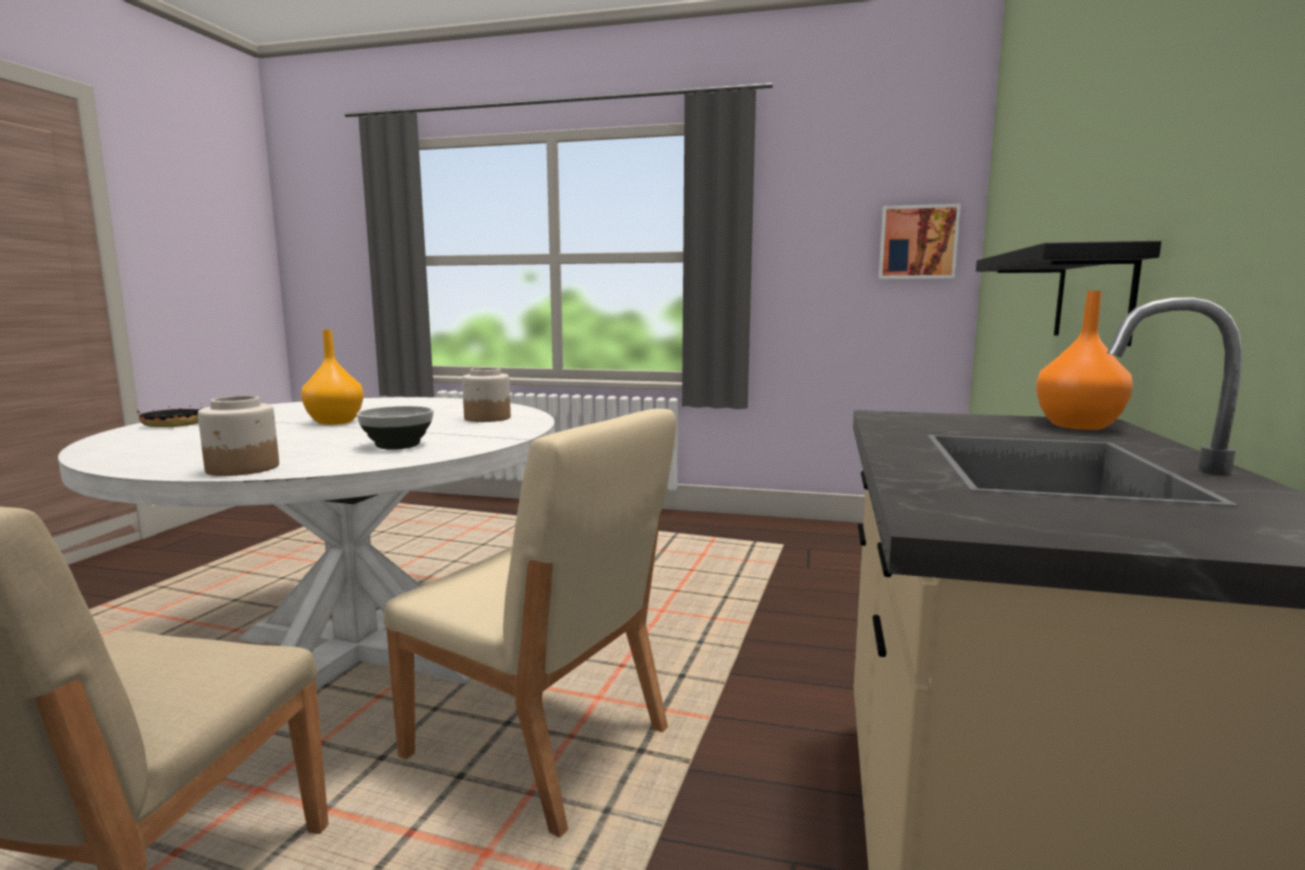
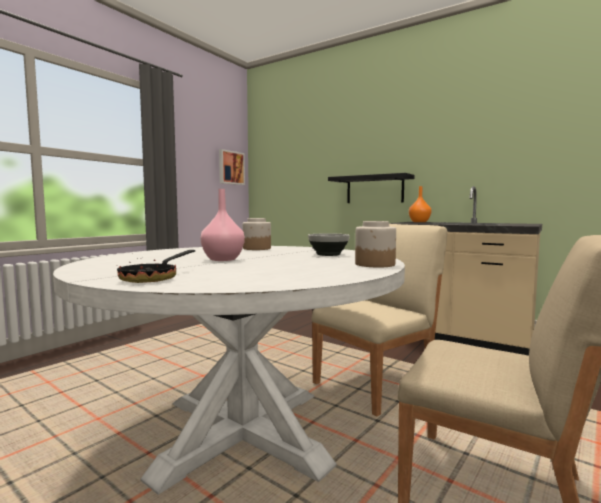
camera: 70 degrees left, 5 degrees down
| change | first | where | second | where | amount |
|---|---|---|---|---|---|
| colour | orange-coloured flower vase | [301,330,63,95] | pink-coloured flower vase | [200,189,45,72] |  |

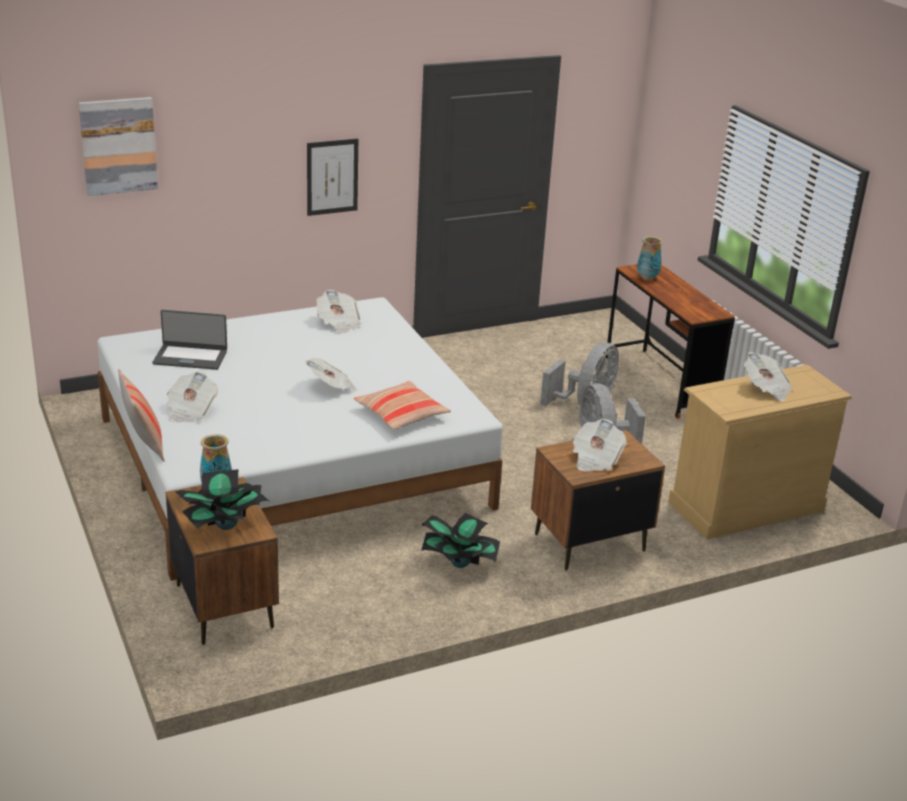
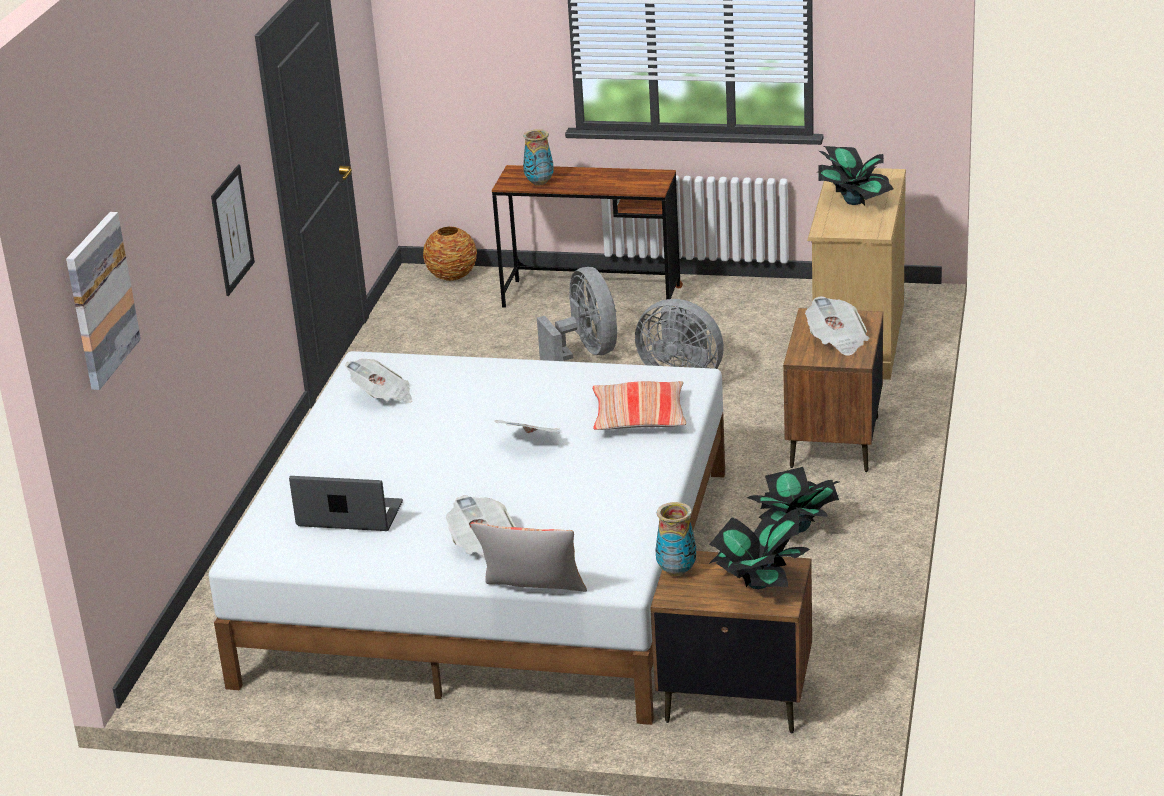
camera: 50 degrees left, 0 degrees up
| change | first | where | second | where | amount |
|---|---|---|---|---|---|
| appeared |  |  | flower vase | [423,226,54,55] |  |
| exchanged | newspaper | [744,352,49,50] | houseplant | [818,146,76,59] |  |
| spun | portable computer | [152,310,75,60] |  | [289,476,114,55] | 120 degrees counterclockwise |

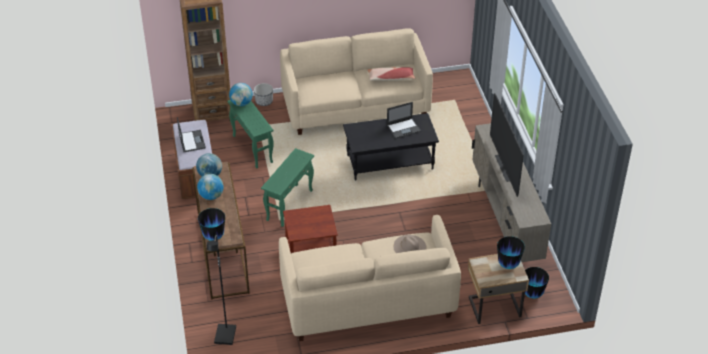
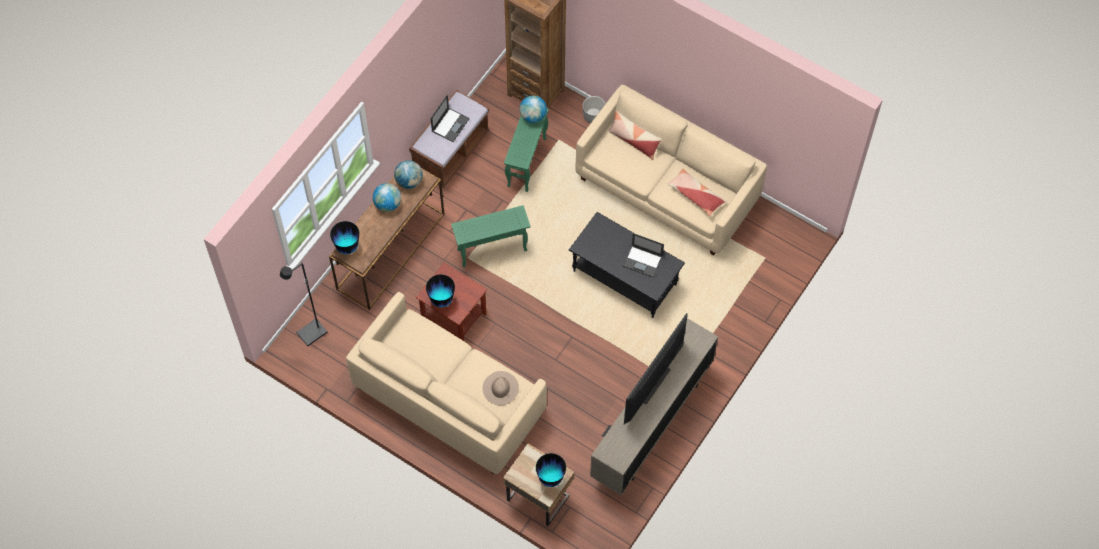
camera: 45 degrees right, 20 degrees up
| change | first | where | second | where | amount |
|---|---|---|---|---|---|
| appeared |  |  | throw pillow | [609,111,53,49] |  |
| relocated | flower vase | [525,267,24,32] |  | [426,274,29,33] |  |

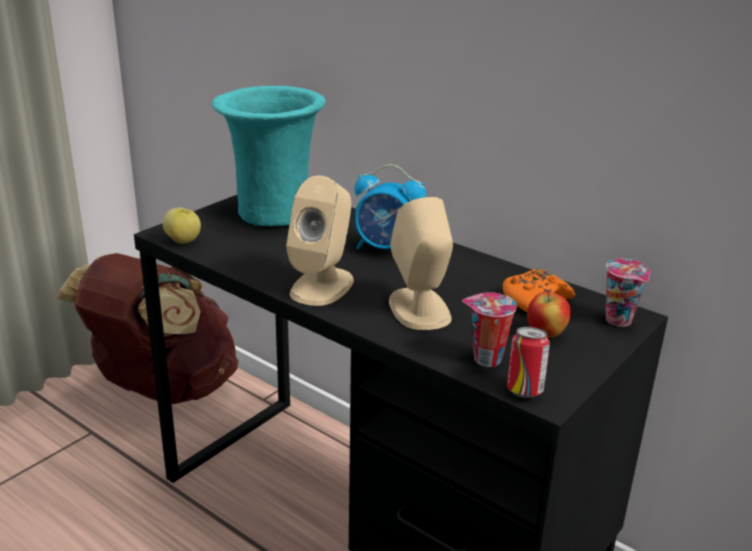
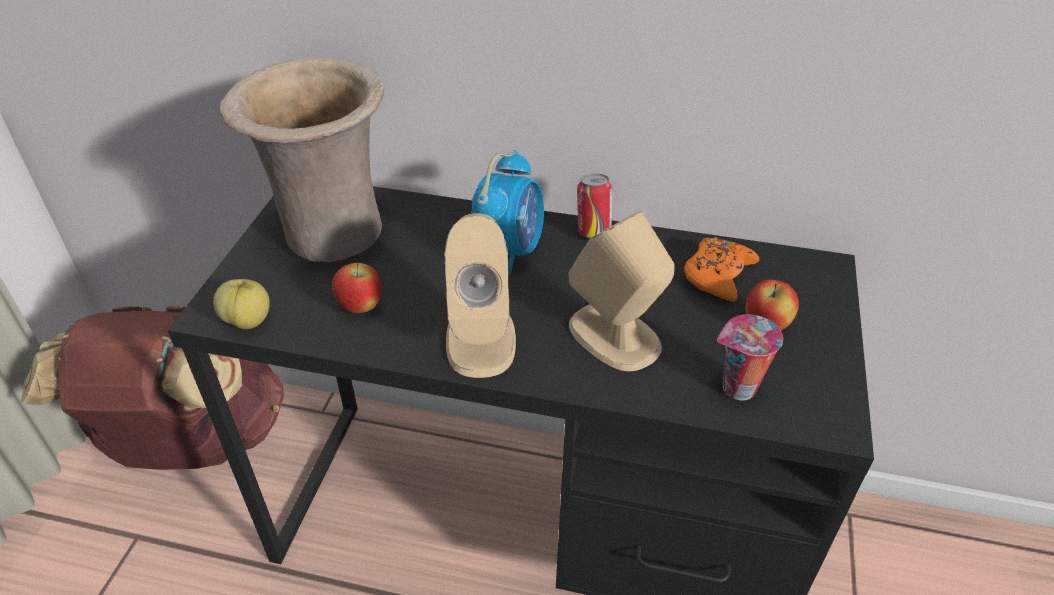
camera: 25 degrees left, 15 degrees up
| change | first | where | second | where | amount |
|---|---|---|---|---|---|
| missing | drinking cup | [606,259,45,68] |  |  |  |
| appeared |  |  | whole apple | [332,262,50,51] |  |
| relocated | metal can | [507,327,43,71] |  | [577,173,35,66] |  |
| colour | blue-green flower vase | [211,86,115,140] | beige flower vase | [220,58,164,205] |  |
| spun | alarm clock | [355,164,71,86] |  | [471,150,73,125] | 60 degrees counterclockwise |

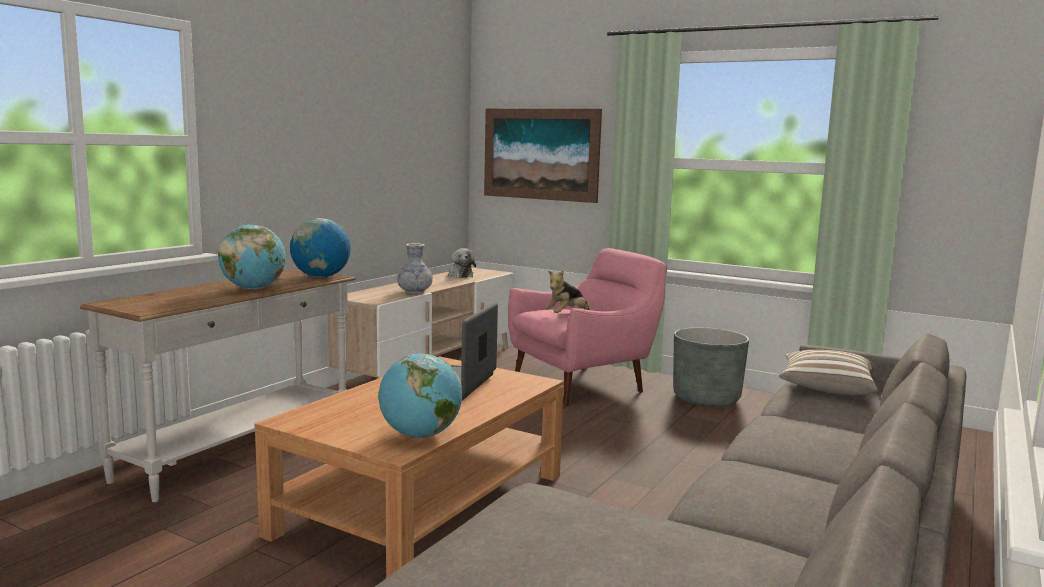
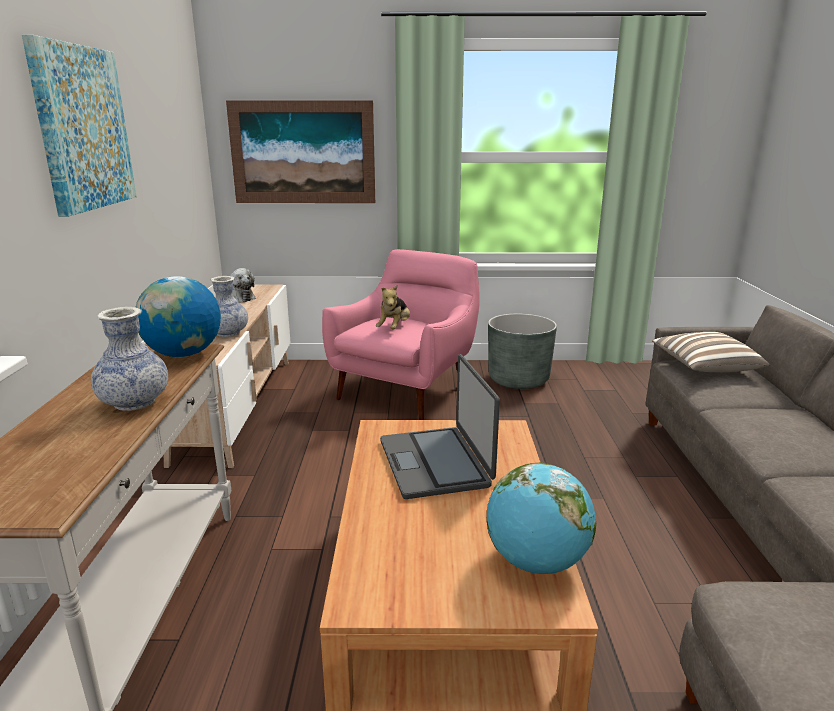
camera: 30 degrees left, 10 degrees up
| change | first | where | second | where | amount |
|---|---|---|---|---|---|
| appeared |  |  | picture | [22,35,115,182] |  |
| exchanged | world globe | [218,225,68,64] | flower vase | [91,307,77,104] |  |

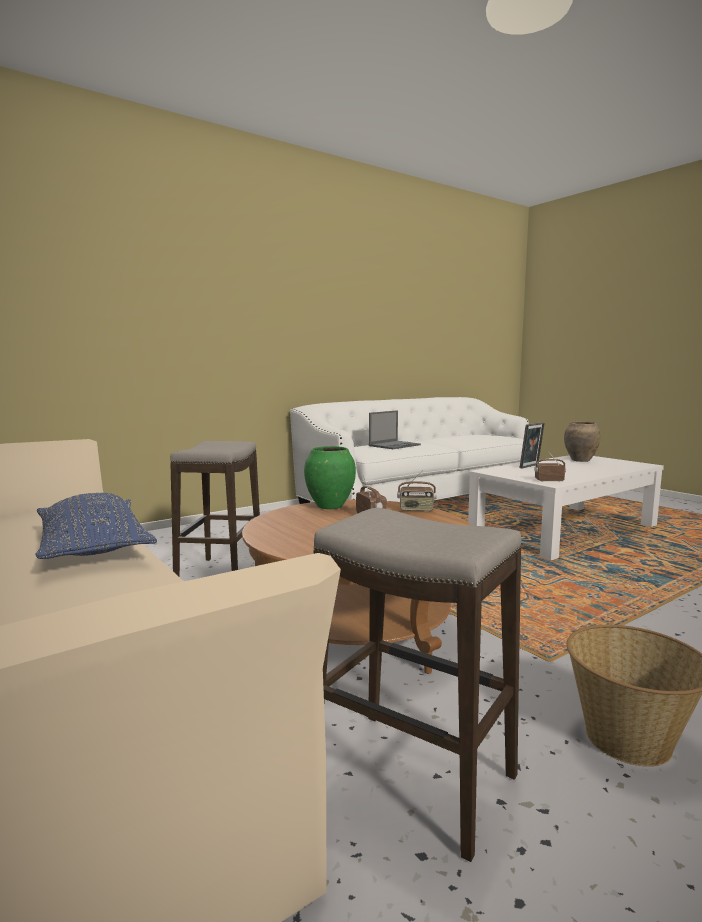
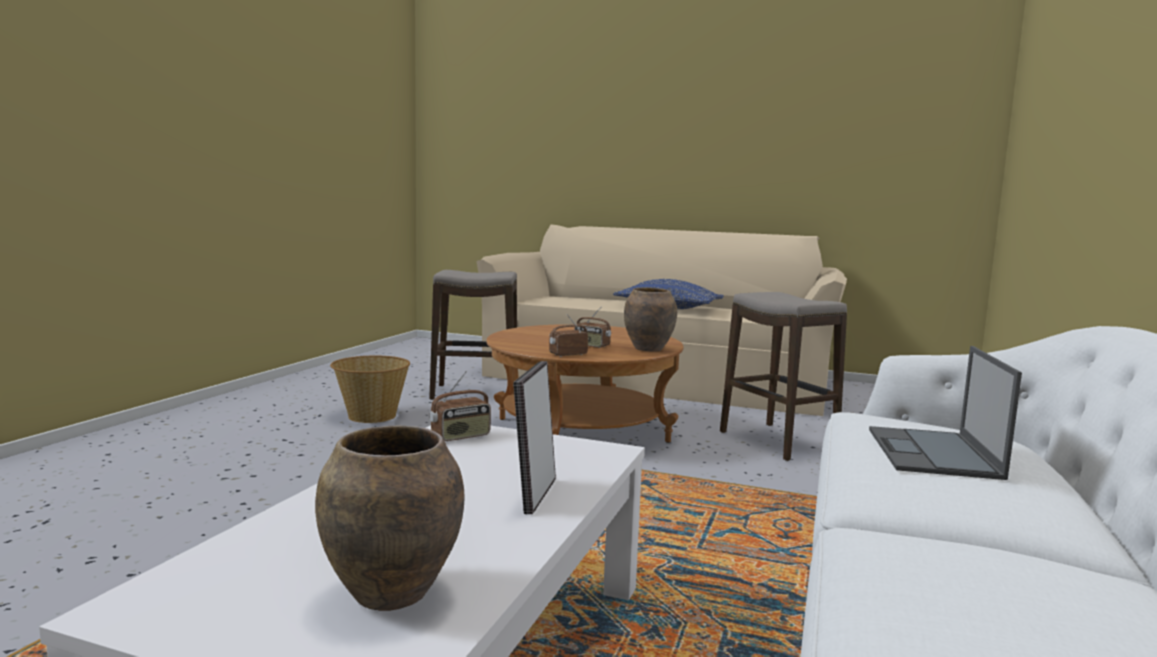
camera: 145 degrees right, 0 degrees up
| change | first | where | second | where | amount |
|---|---|---|---|---|---|
| colour | greenish flower vase | [304,446,52,63] | brownish flower vase | [624,287,53,65] |  |

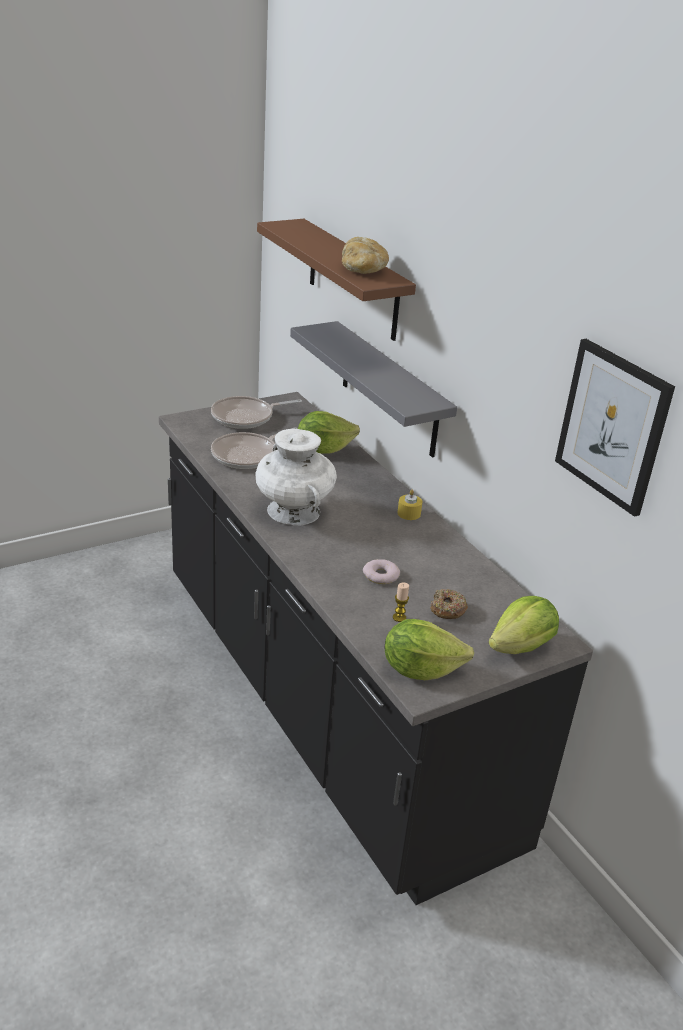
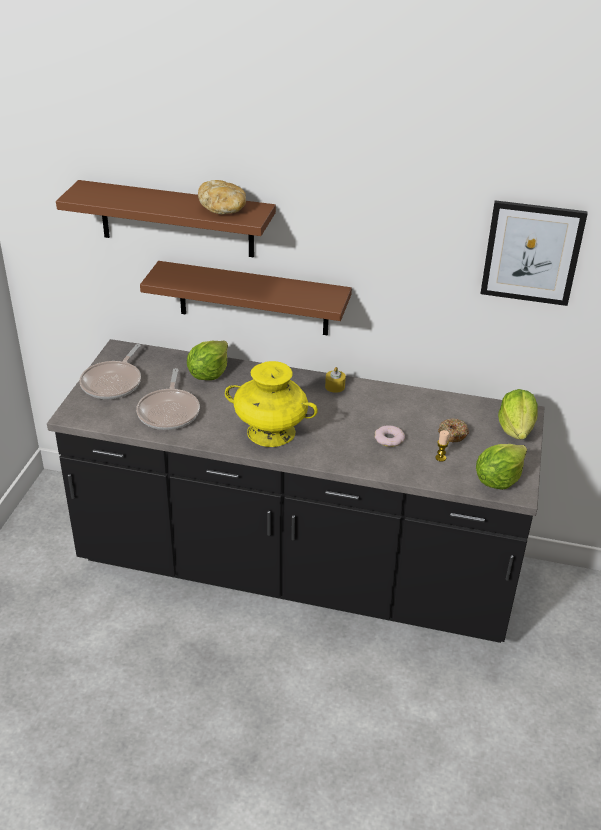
camera: 45 degrees left, 5 degrees up
| change | first | where | second | where | amount |
|---|---|---|---|---|---|
| colour | white-coloured flower vase | [255,429,82,97] | yellow-coloured flower vase | [225,361,93,86] |  |
| colour | greyish shelf | [290,321,167,137] | brownish shelf | [140,261,212,74] |  |

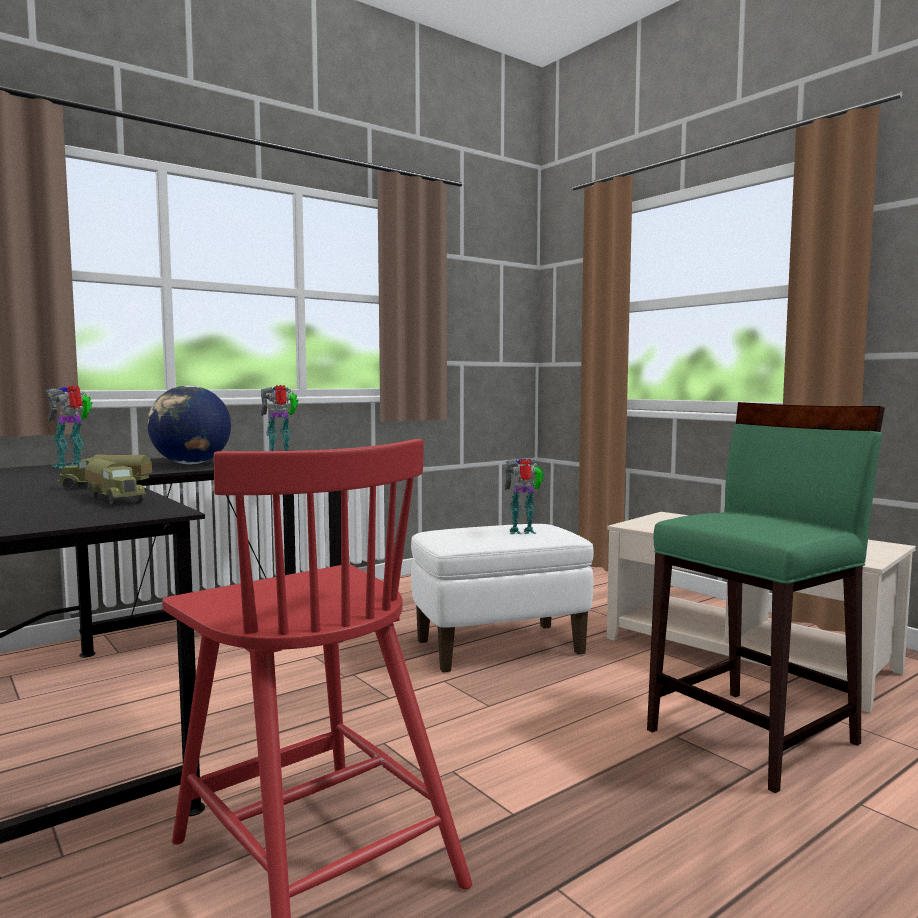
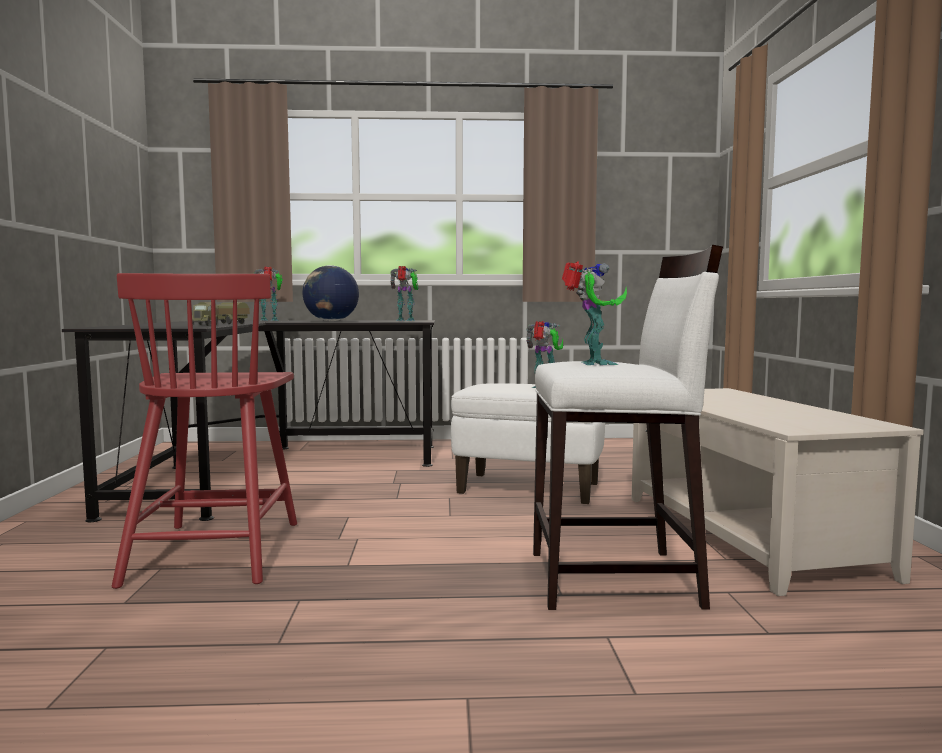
camera: 35 degrees right, 0 degrees up
| change | first | where | second | where | amount |
|---|---|---|---|---|---|
| appeared |  |  | robot figure | [562,261,65,104] |  |
| colour | greenish stool seat | [647,402,238,391] | white-coloured stool seat | [533,245,190,365] |  |

